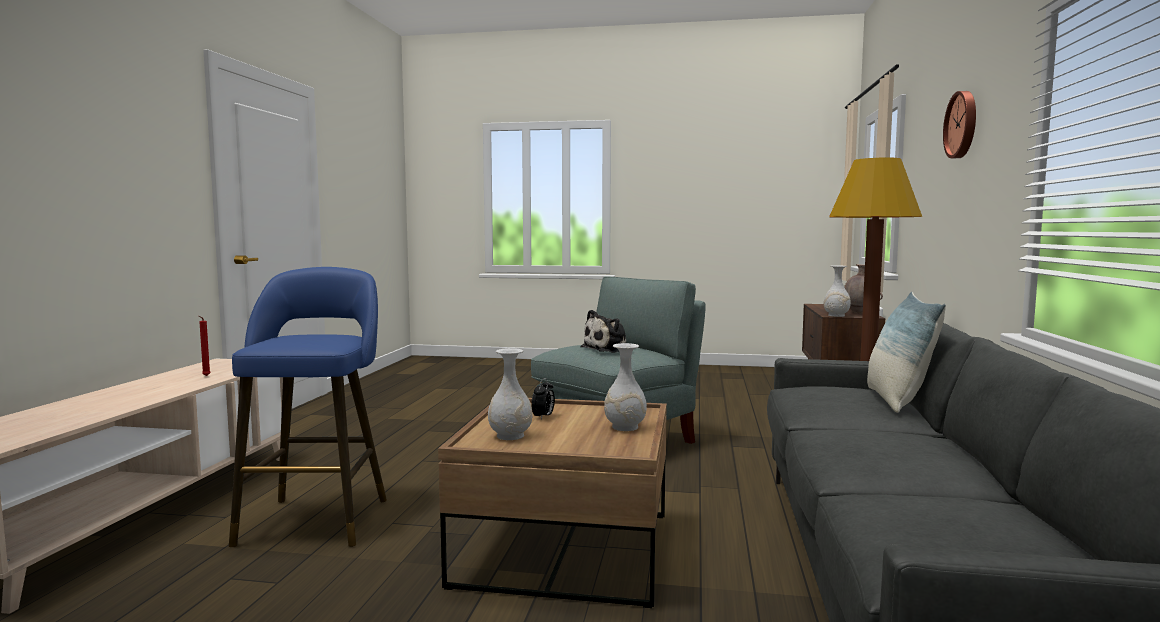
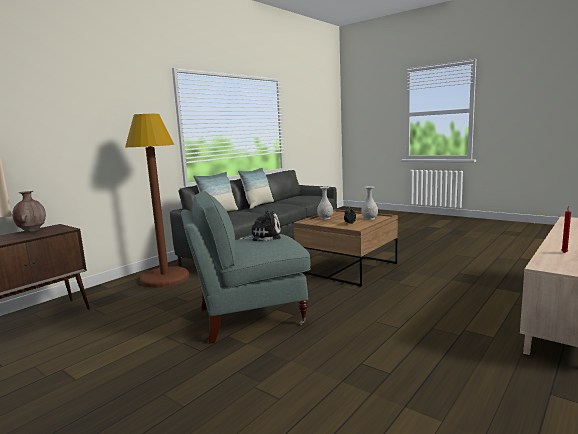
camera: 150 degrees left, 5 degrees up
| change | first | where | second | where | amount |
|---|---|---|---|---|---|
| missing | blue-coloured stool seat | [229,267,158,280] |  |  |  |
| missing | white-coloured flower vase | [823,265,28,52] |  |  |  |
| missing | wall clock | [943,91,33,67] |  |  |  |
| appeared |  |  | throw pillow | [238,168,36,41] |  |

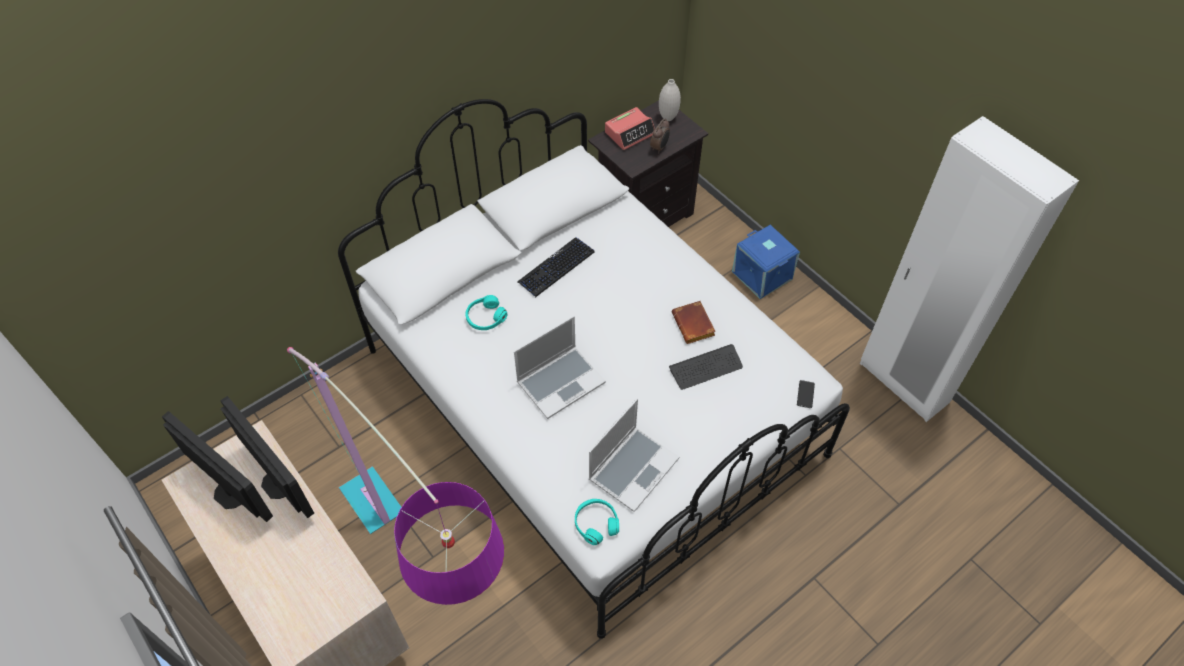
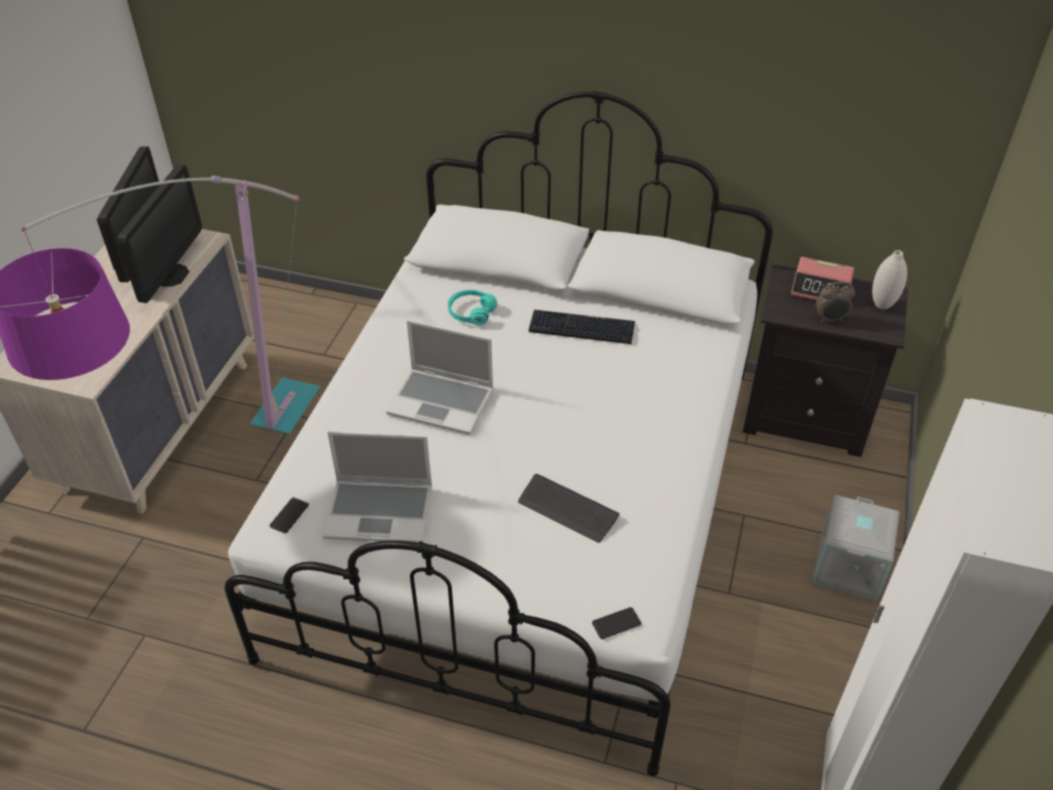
camera: 55 degrees right, 10 degrees down
| change | first | where | second | where | amount |
|---|---|---|---|---|---|
| missing | brownish bound book | [672,301,44,43] |  |  |  |
| exchanged | blue-green headset | [575,499,44,46] | phone | [269,498,40,35] |  |
| colour | blue-coloured storage container | [732,225,68,74] | greyish storage container | [812,495,88,105] |  |

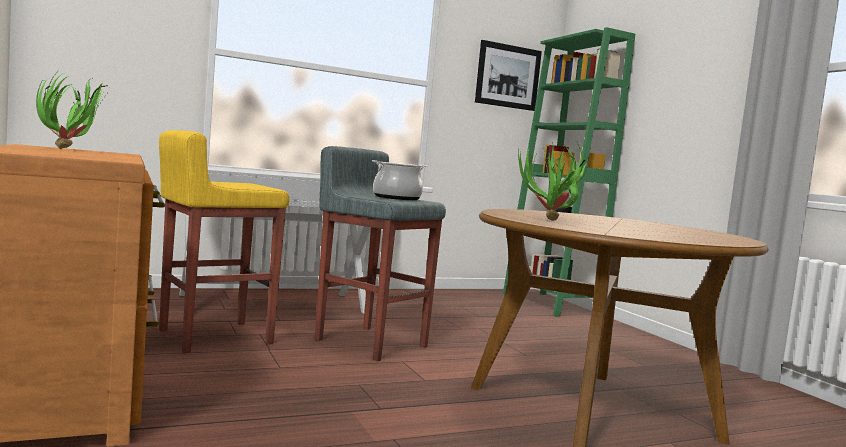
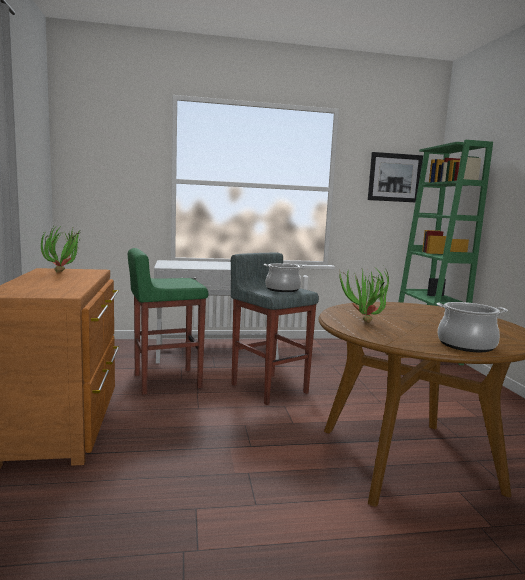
camera: 15 degrees right, 5 degrees up
| change | first | where | second | where | amount |
|---|---|---|---|---|---|
| appeared |  |  | stockpot | [436,302,72,50] |  |
| colour | yellow-coloured stool seat | [159,130,131,223] | greenish stool seat | [128,248,80,146] |  |

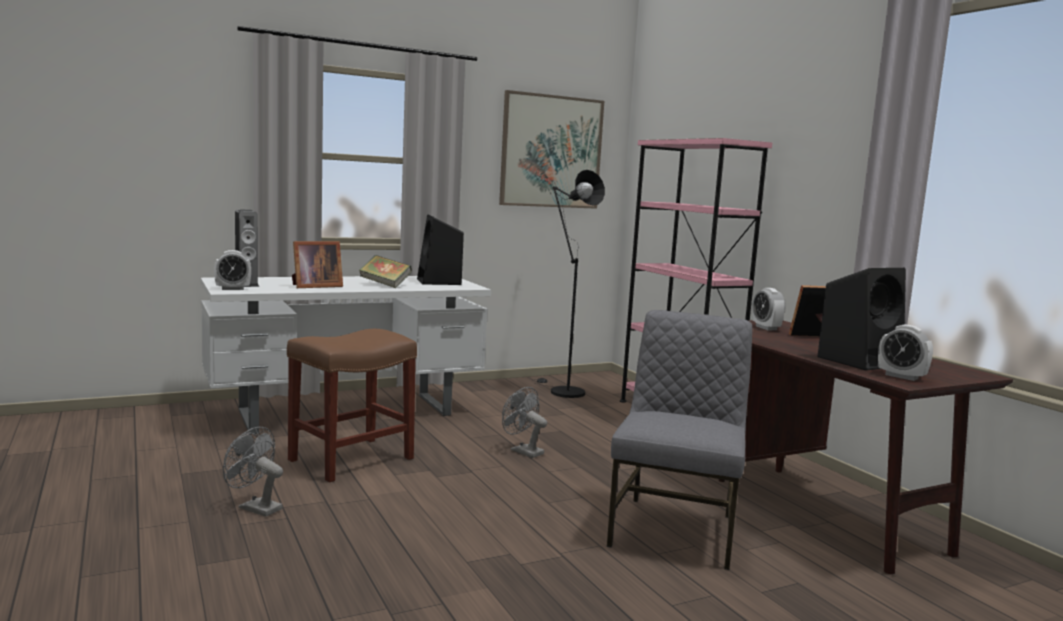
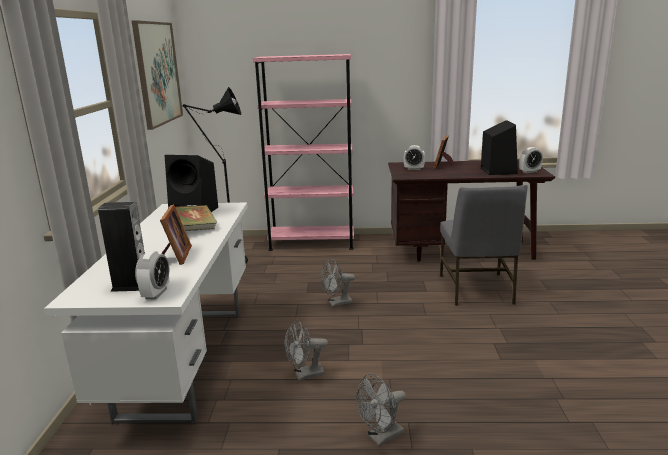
camera: 60 degrees left, 10 degrees up
| change | first | where | second | where | amount |
|---|---|---|---|---|---|
| exchanged | brownish stool seat | [287,329,130,153] | greyish fan | [285,320,43,61] |  |
| spun | greyish chair | [607,310,145,260] |  | [440,185,88,121] | 135 degrees counterclockwise |

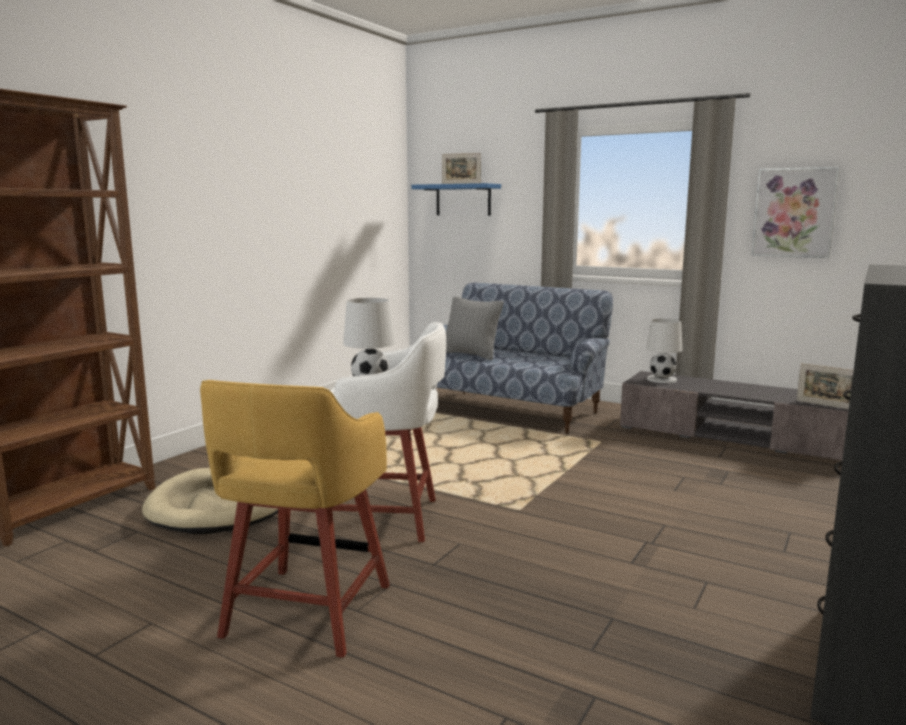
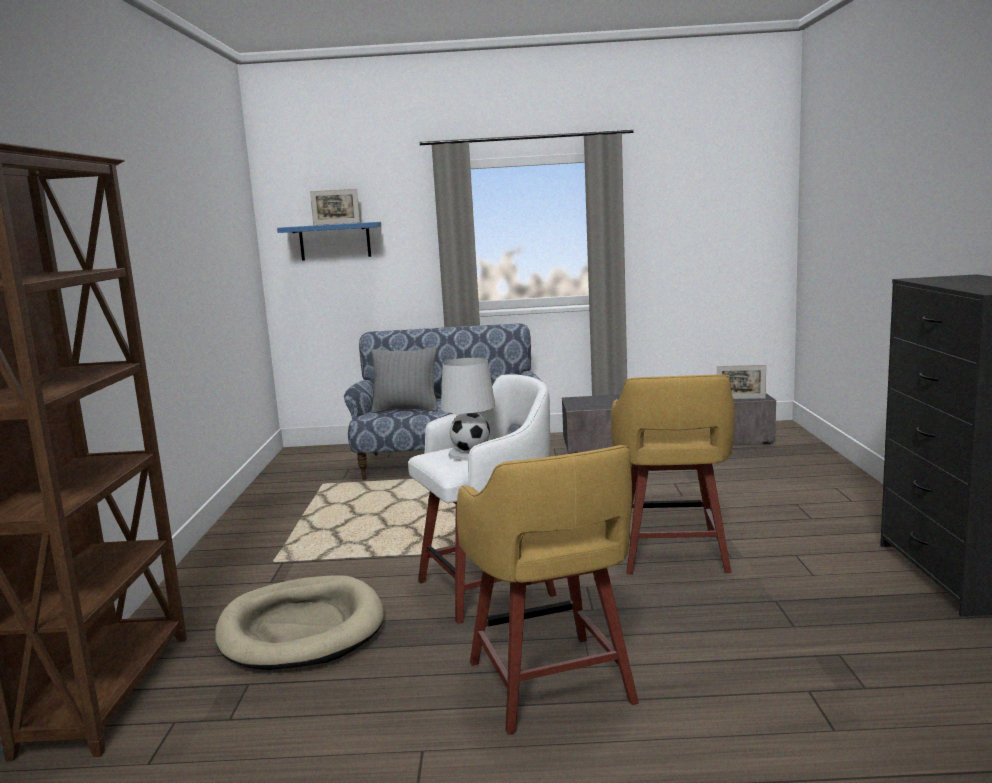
camera: 30 degrees left, 0 degrees up
| change | first | where | second | where | amount |
|---|---|---|---|---|---|
| missing | white-coloured lamp for a table | [646,319,36,64] |  |  |  |
| missing | picture | [751,167,89,91] |  |  |  |
| appeared |  |  | yellow-coloured stool seat | [611,374,124,200] |  |

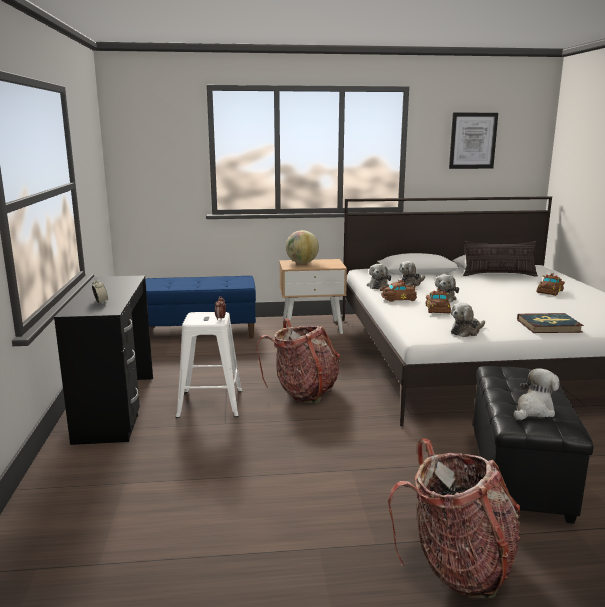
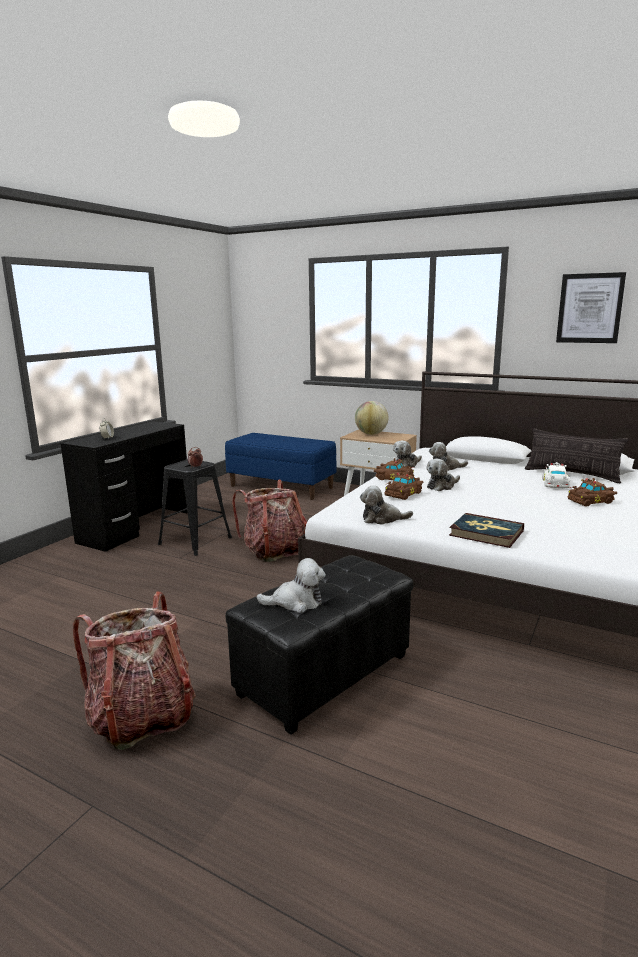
camera: 35 degrees right, 0 degrees up
| change | first | where | second | where | amount |
|---|---|---|---|---|---|
| appeared |  |  | white-coloured model car | [542,462,28,26] |  |
| colour | white-coloured stool seat | [176,312,66,106] | black stool seat | [158,459,74,97] |  |

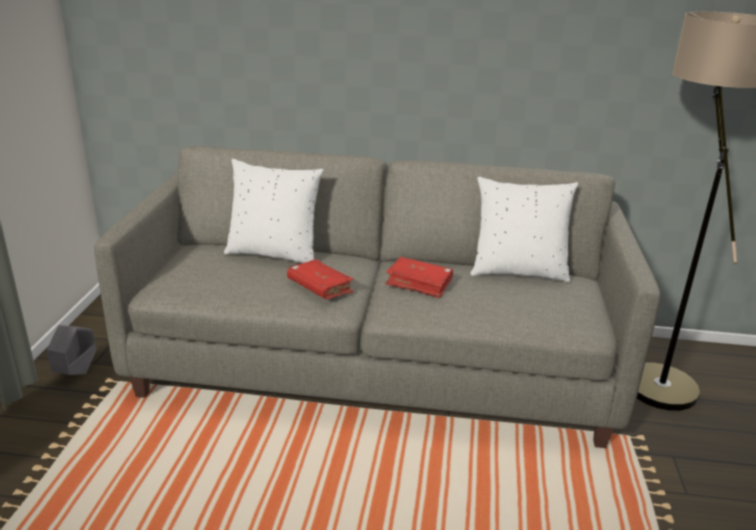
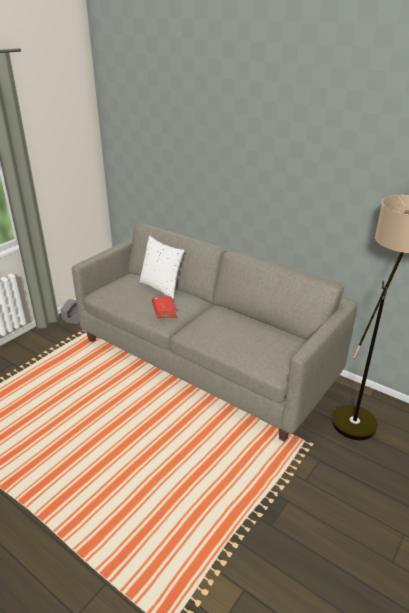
camera: 30 degrees right, 5 degrees up
| change | first | where | second | where | amount |
|---|---|---|---|---|---|
| missing | red bound book | [386,257,67,41] |  |  |  |
| missing | white-coloured throw pillow | [470,177,108,105] |  |  |  |

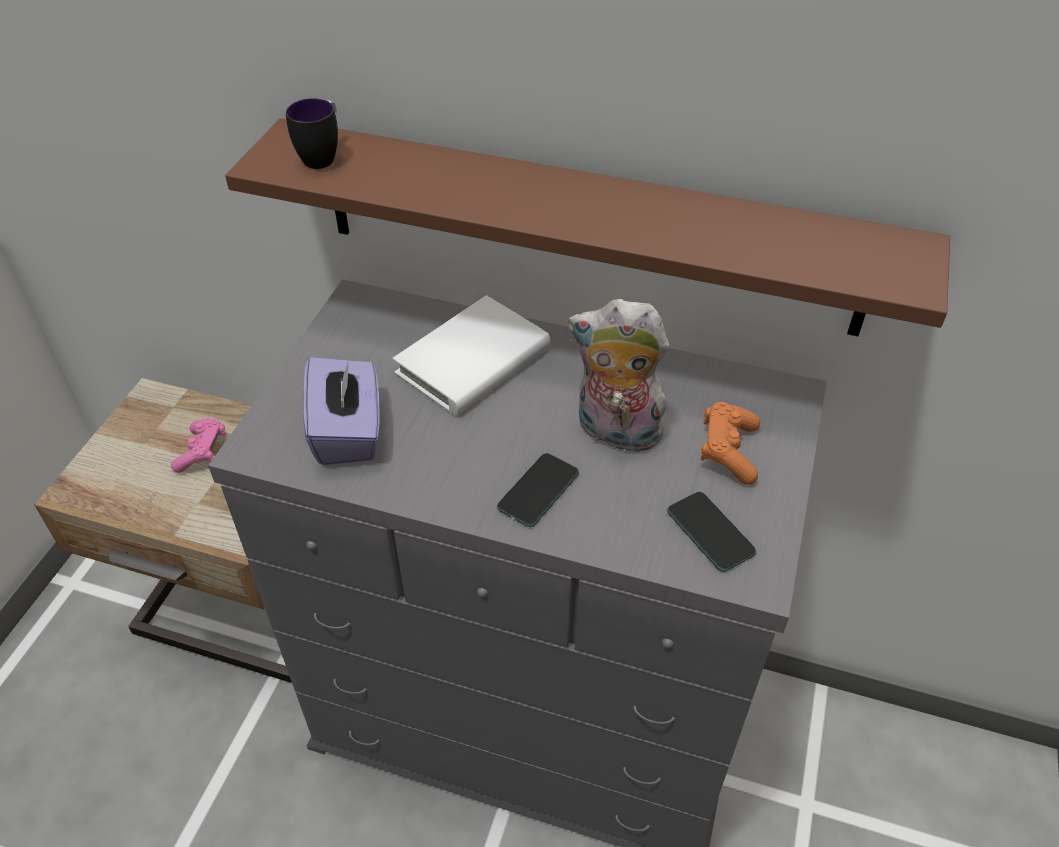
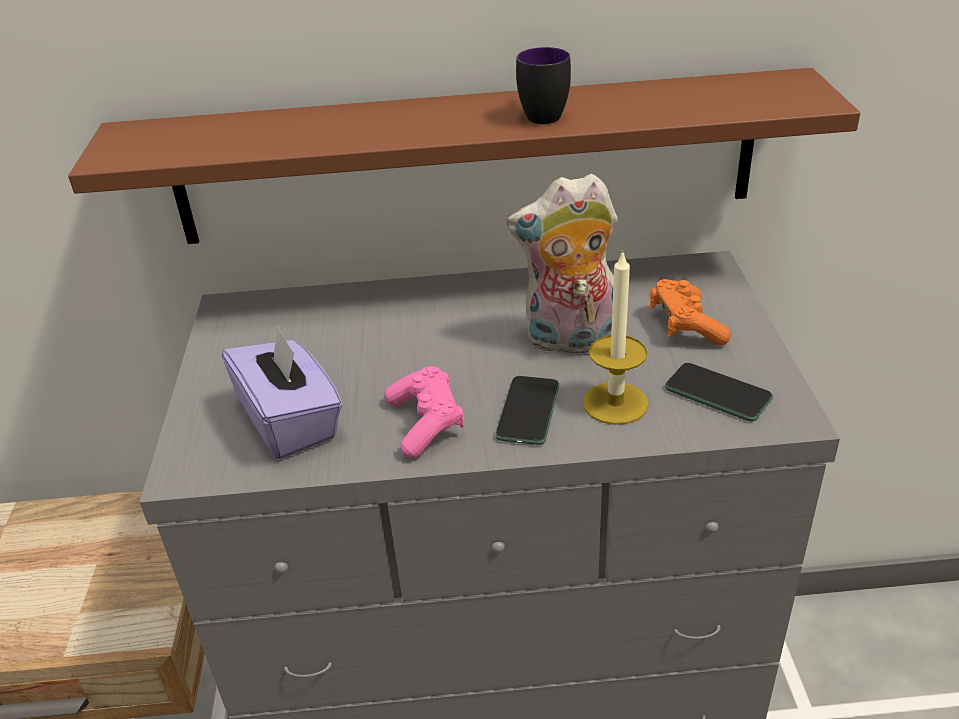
camera: 20 degrees left, 10 degrees down
| change | first | where | second | where | amount |
|---|---|---|---|---|---|
| missing | white-coloured bound book | [392,295,159,121] |  |  |  |
| appeared |  |  | candle | [583,250,66,175] |  |
| relocated | pink-coloured game controller | [171,418,56,55] |  | [384,366,80,92] |  |
| relocated | coffee mug | [286,98,52,71] |  | [516,47,55,77] |  |

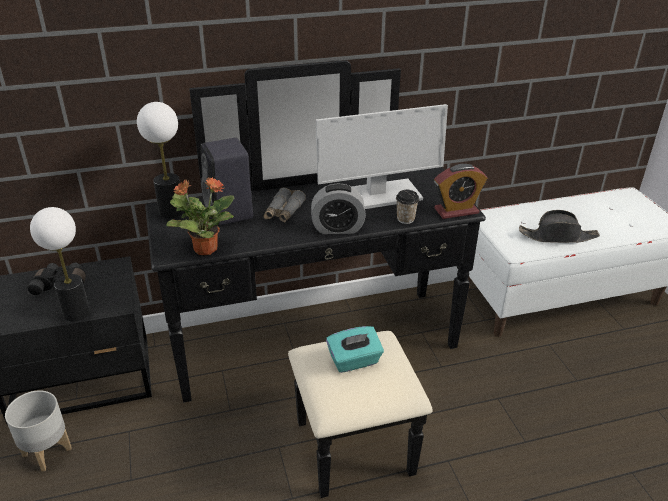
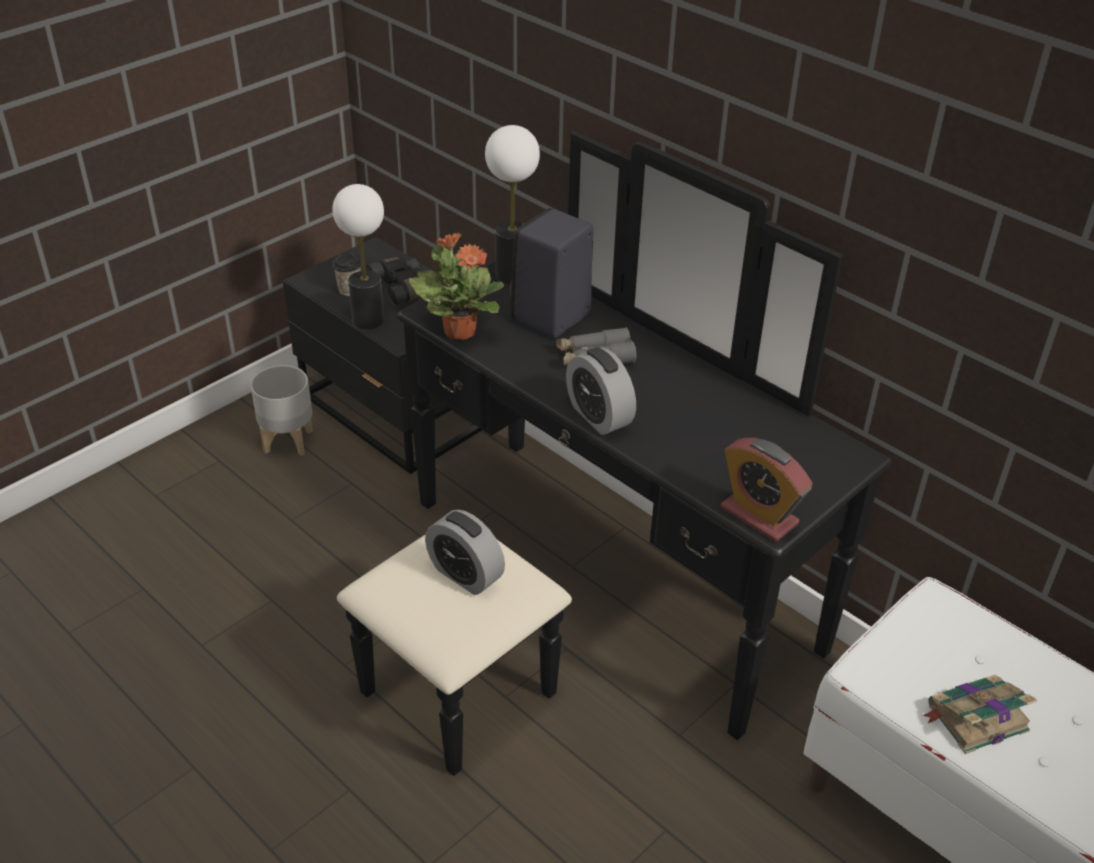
camera: 60 degrees right, 5 degrees up
| change | first | where | second | where | amount |
|---|---|---|---|---|---|
| missing | computer display | [316,104,132,105] |  |  |  |
| relocated | drinking cup | [396,190,23,34] |  | [333,253,28,43] |  |
| exchanged | blue-green tissue box | [326,326,58,47] | alarm clock | [425,510,80,85] |  |
| exchanged | black clothing hat | [519,210,81,33] | bound book | [922,675,115,79] |  |

